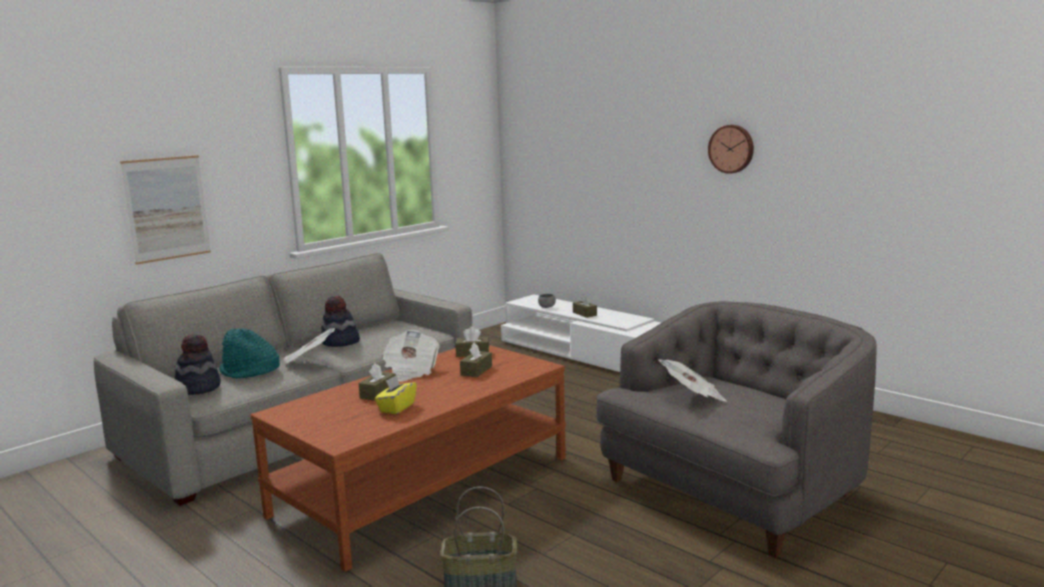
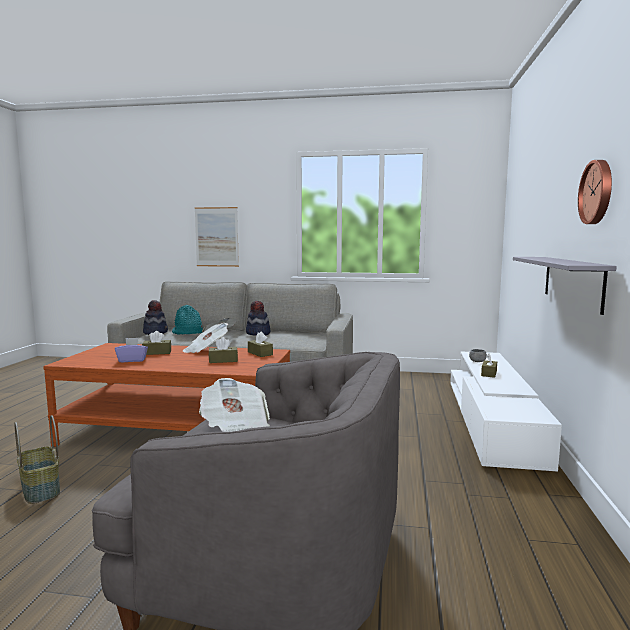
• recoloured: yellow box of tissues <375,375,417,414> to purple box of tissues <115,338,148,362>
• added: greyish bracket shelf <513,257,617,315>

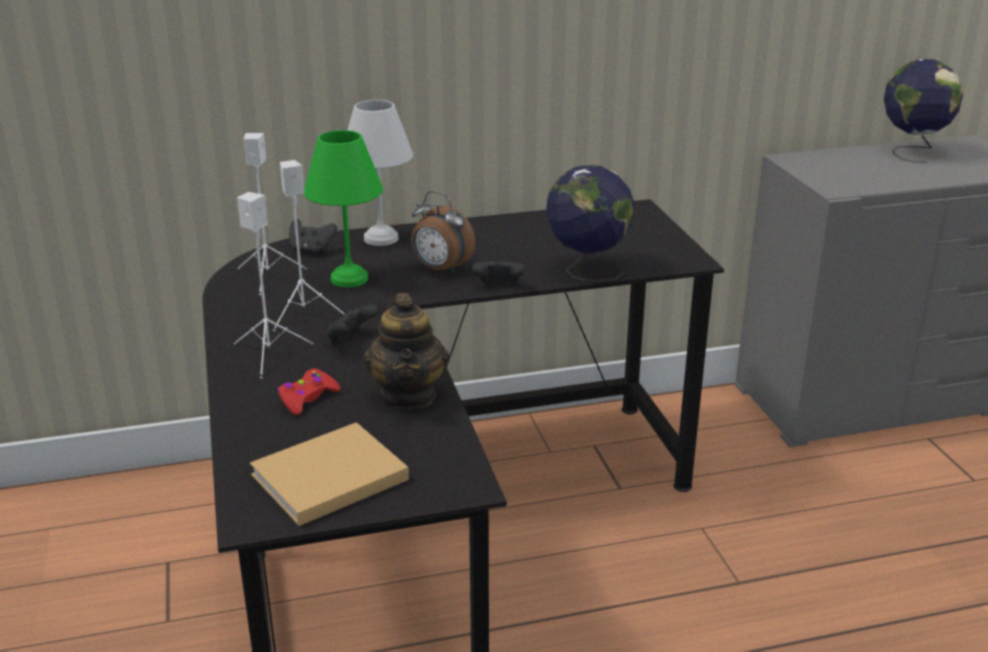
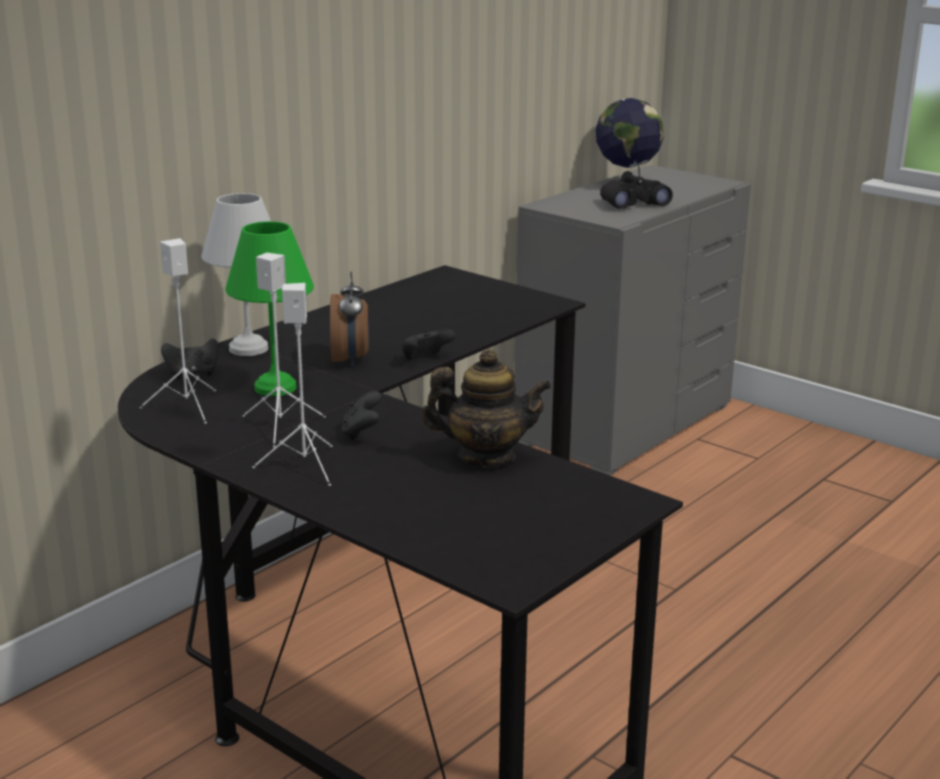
• removed: world globe <546,165,635,282>
• turned: alarm clock <411,191,475,274> = <330,271,369,366> 90 degrees counterclockwise
• turned: tea pot <363,293,449,409> = <422,349,552,467> 45 degrees counterclockwise
• removed: reddish game controller <278,369,341,415>
• removed: beige-coloured book <250,422,409,526>
• added: blackish pair of binoculars <600,171,673,209>

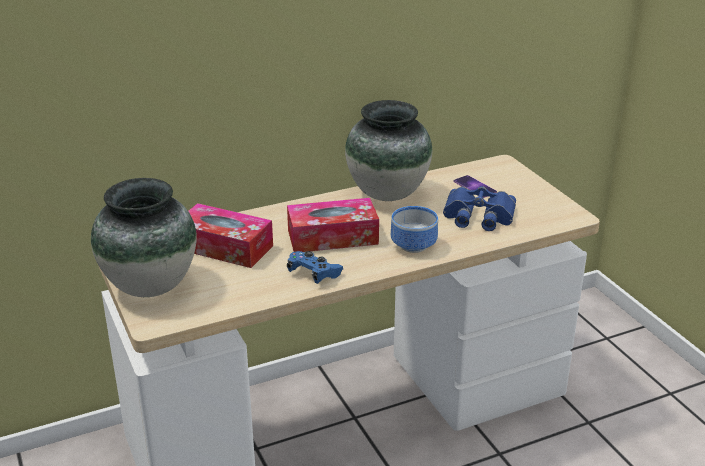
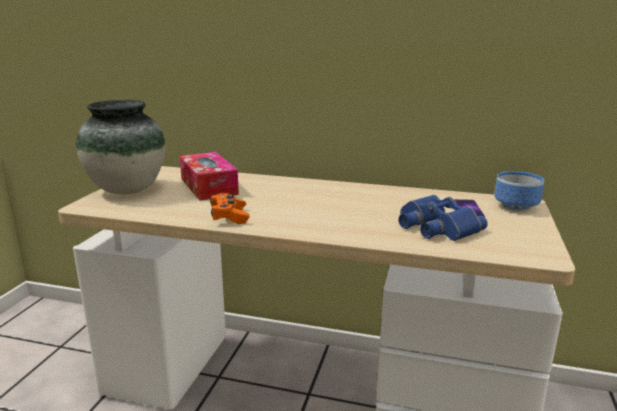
• removed: vase <345,100,432,201>
• removed: box of tissues <287,198,379,252>
• moved: deep dish <391,206,438,253> to <494,171,544,212>
• recoloured: blue game controller <287,251,343,284> to orange game controller <210,193,249,224>

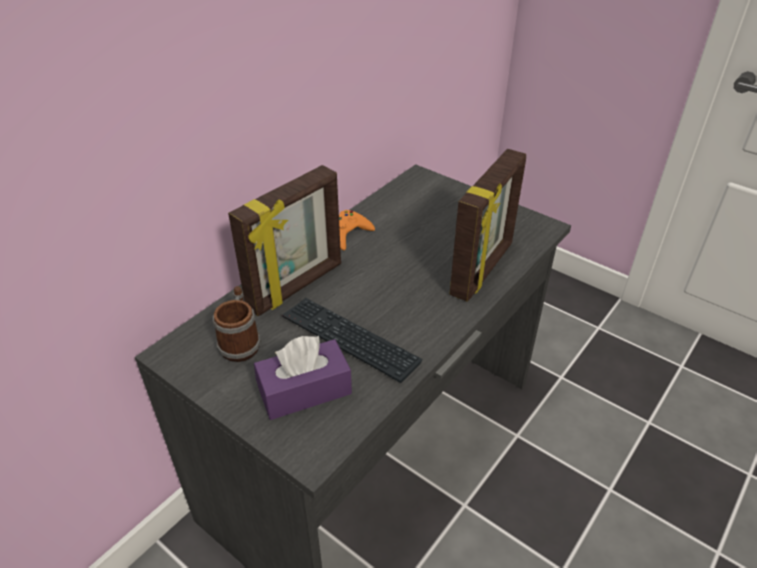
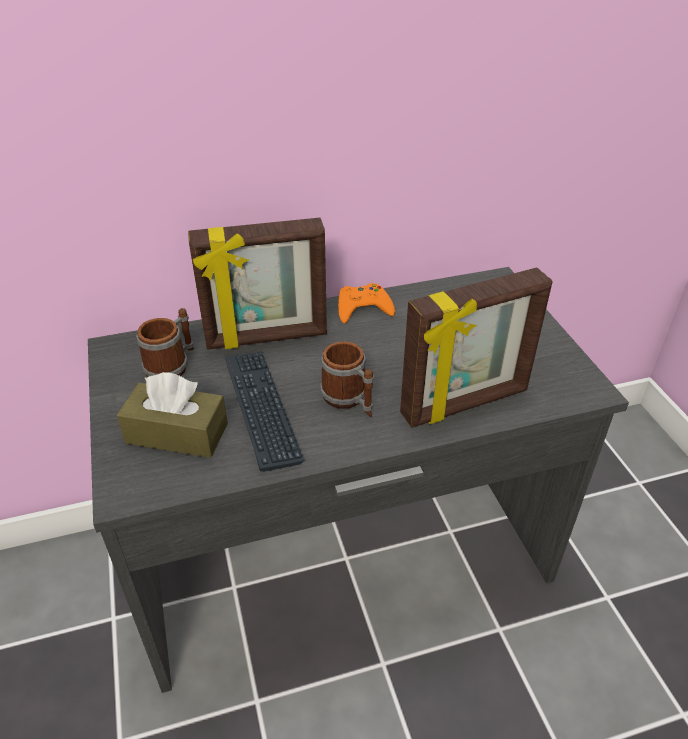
• recoloured: purple box of tissues <254,336,352,420> to brown-coloured box of tissues <117,372,228,458>
• added: mug <320,341,374,417>

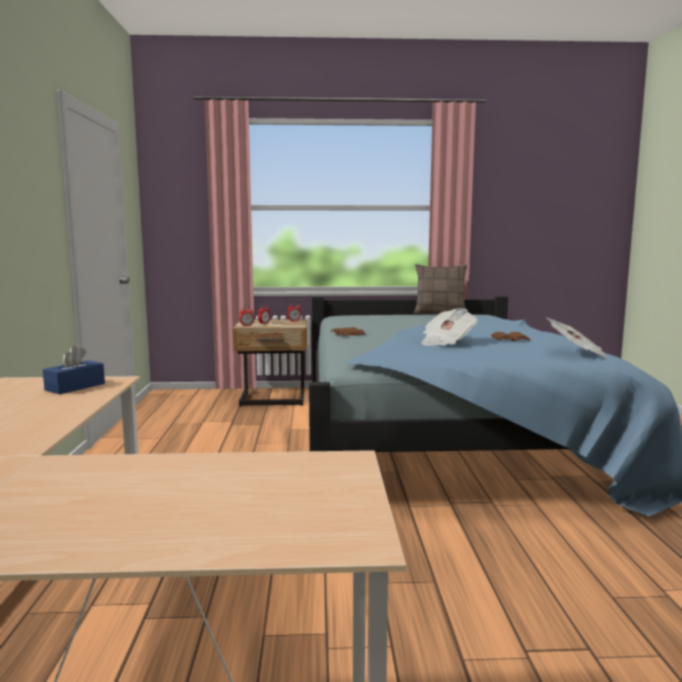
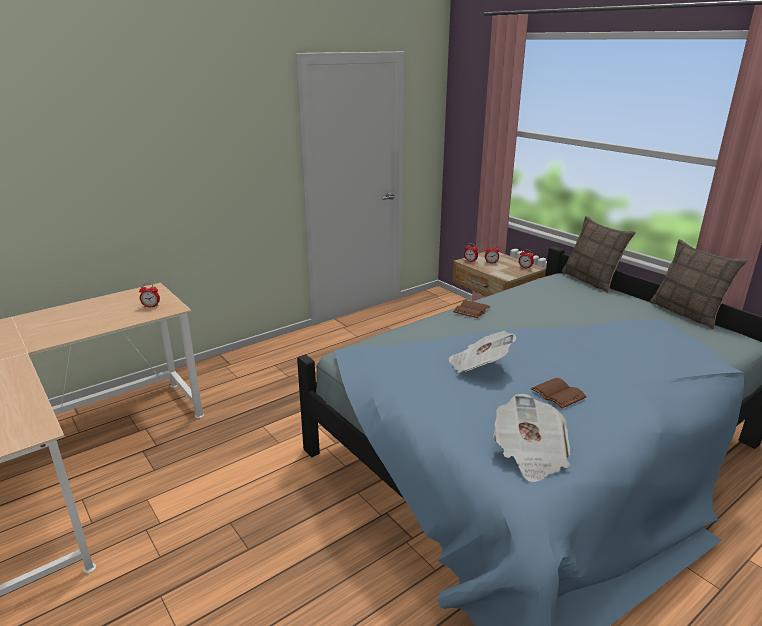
• replaced: blue box of tissues <43,345,105,394> to alarm clock <139,283,160,307>
• added: pillow <562,216,636,293>

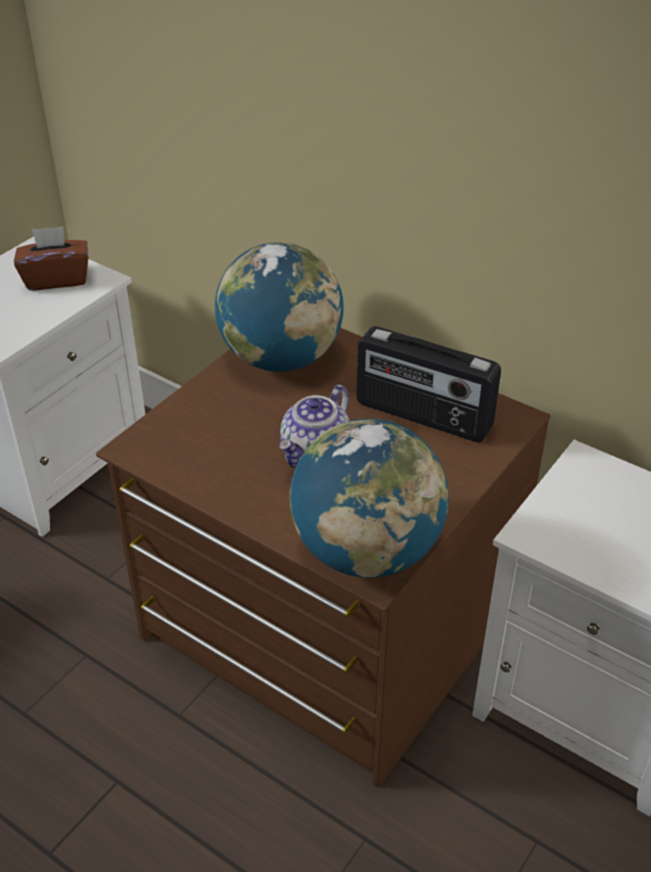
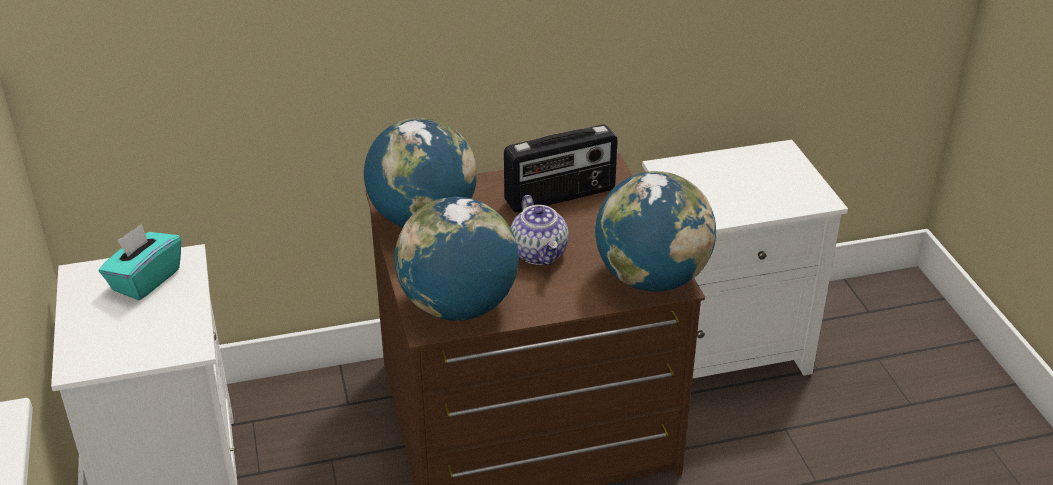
• recoloured: brown-coloured box of tissues <14,226,88,291> to turquoise-coloured box of tissues <99,224,181,300>
• added: world globe <395,197,519,321>

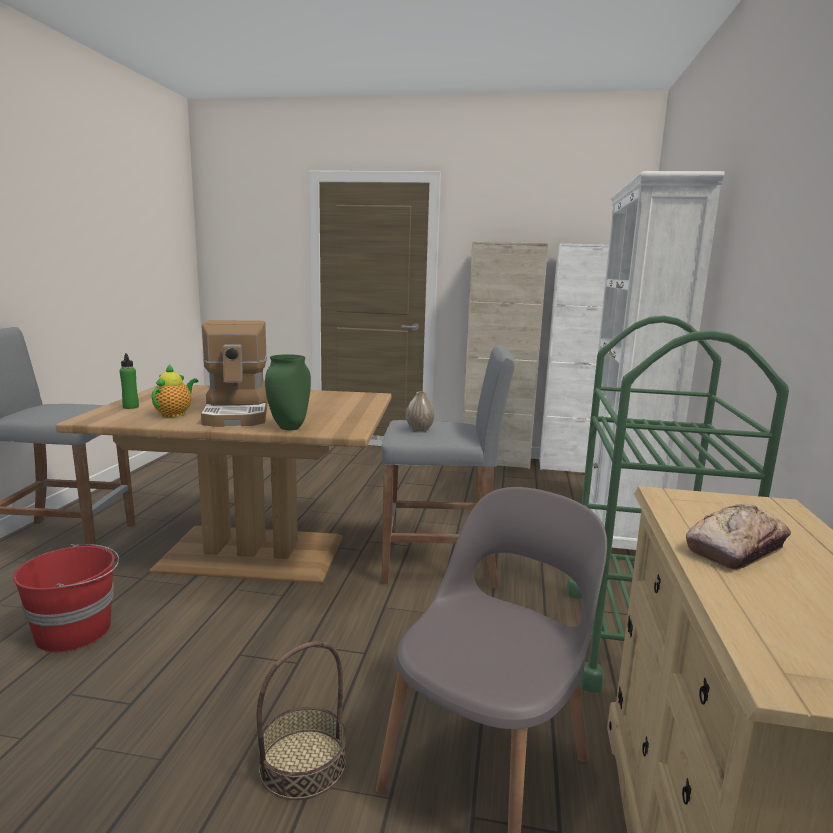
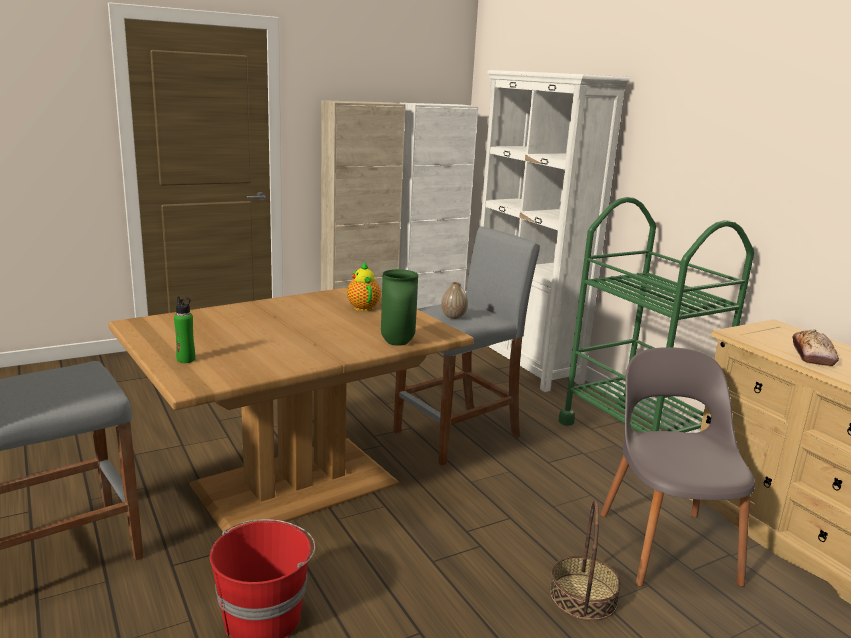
• removed: coffee maker <201,320,268,427>
• moved: tea pot <152,364,198,417> to <347,261,381,311>

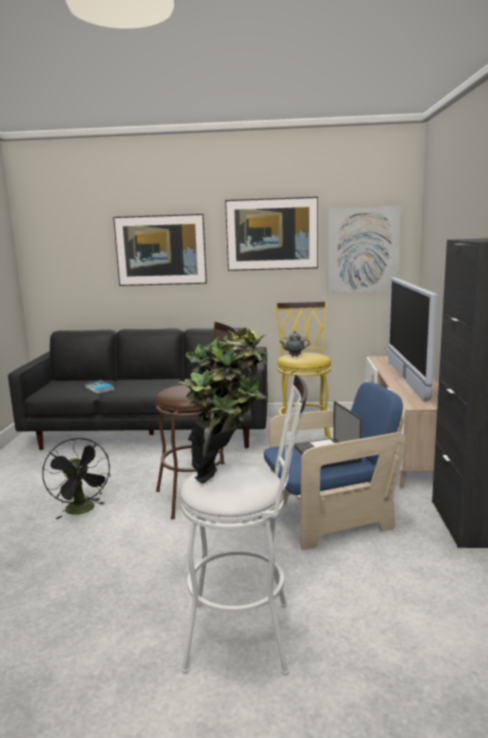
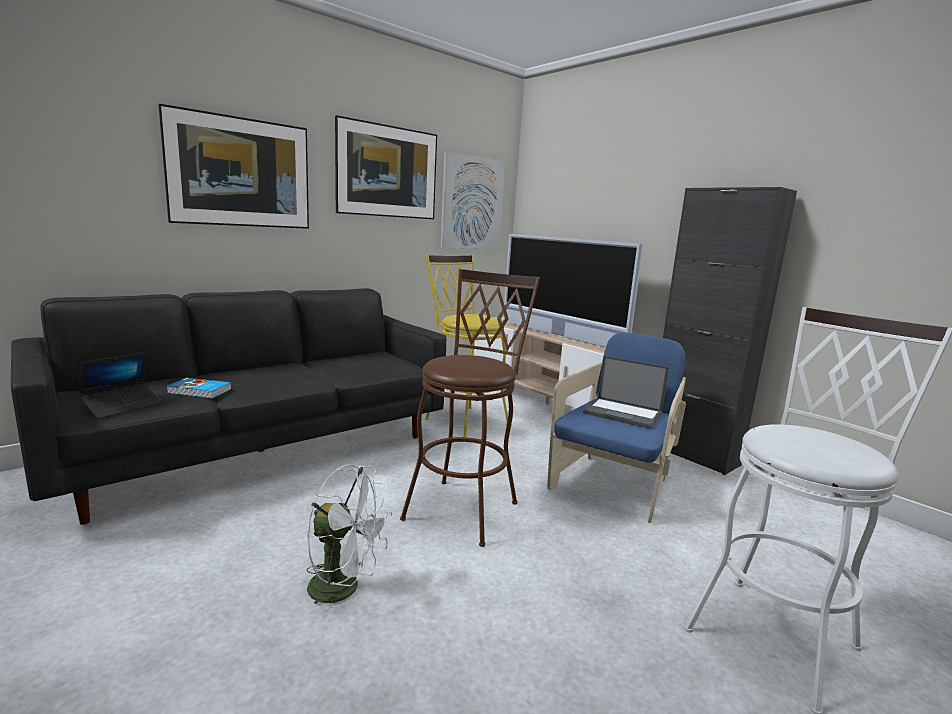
• removed: potted plant <178,327,268,484>
• removed: tea pot <279,331,310,357>
• recoloured: blackish electric fan <42,438,111,519> to white electric fan <307,464,392,620>
• added: portable computer <79,352,163,419>

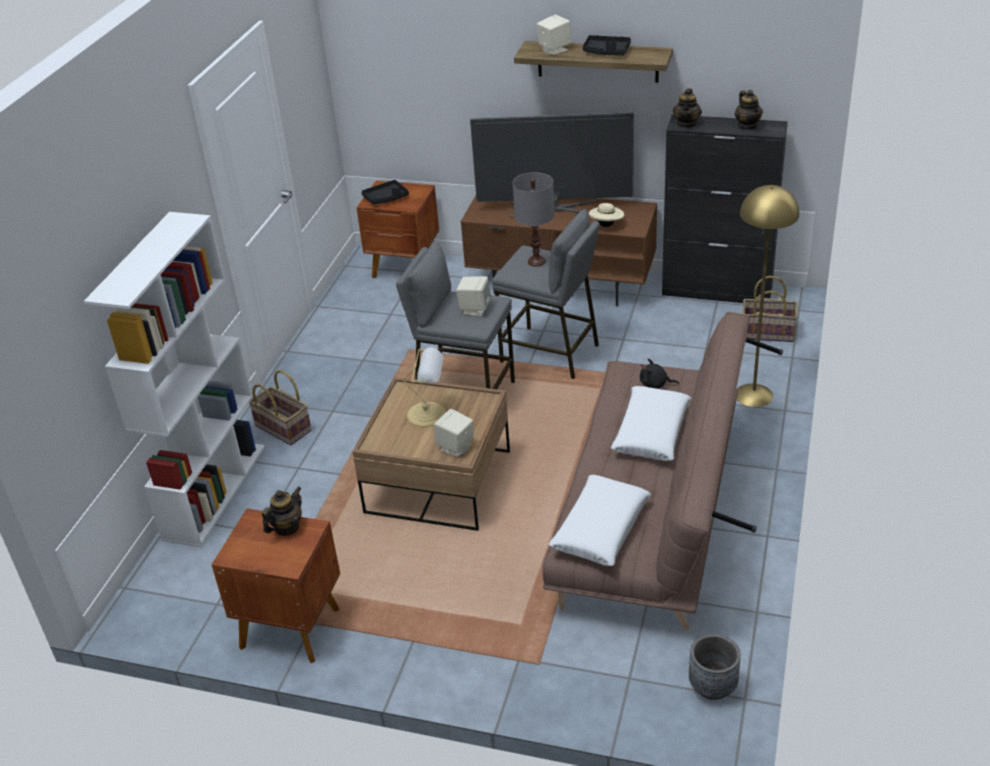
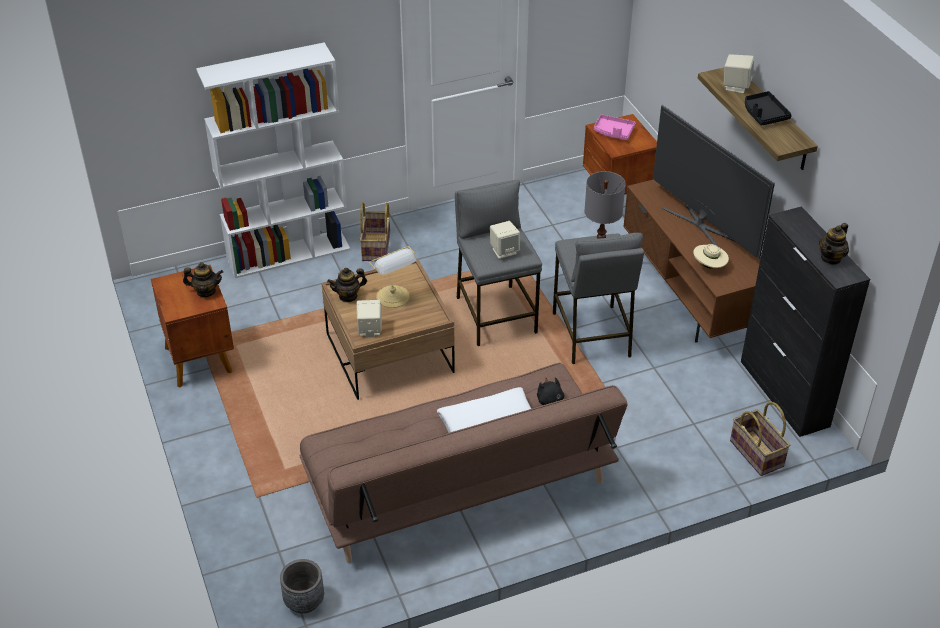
• moved: tea pot <673,88,702,128> to <327,268,367,302>
• recoloured: blackish tray <361,180,409,204> to pink-coloured tray <594,114,635,140>
• removed: yellow floor lamp <736,185,799,407>
• removed: white pillow <549,475,651,566>

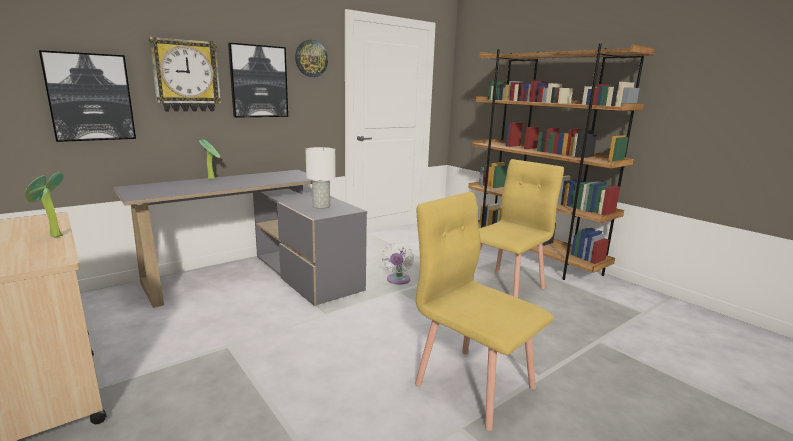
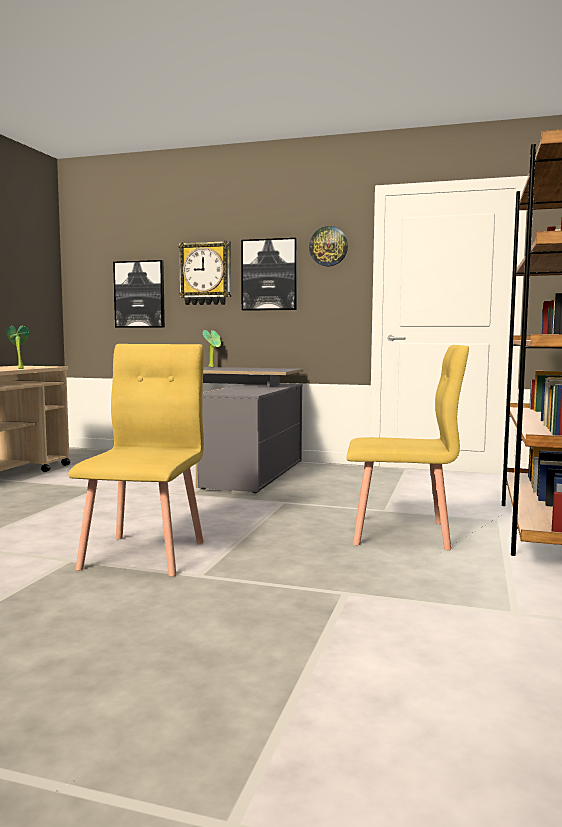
• removed: white lamp for a table <305,147,336,209>
• removed: white electric fan <381,242,414,285>

